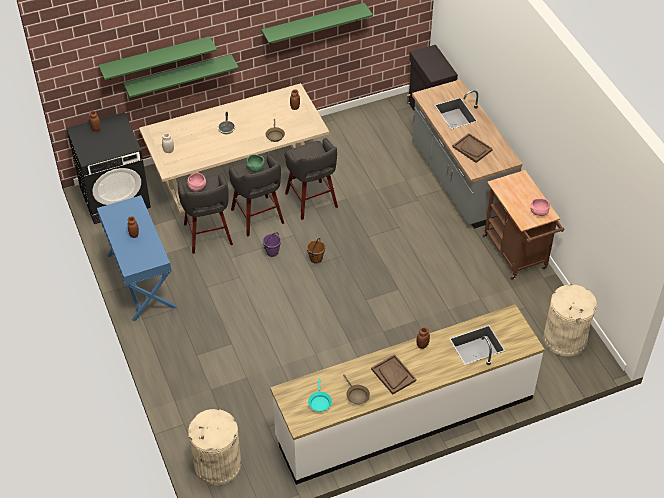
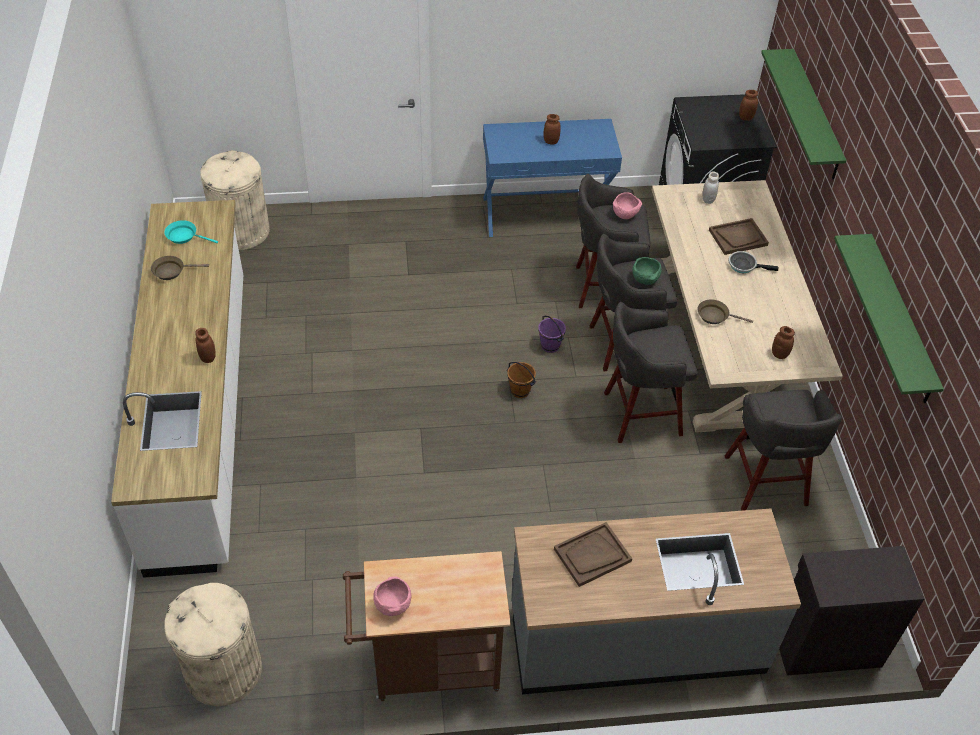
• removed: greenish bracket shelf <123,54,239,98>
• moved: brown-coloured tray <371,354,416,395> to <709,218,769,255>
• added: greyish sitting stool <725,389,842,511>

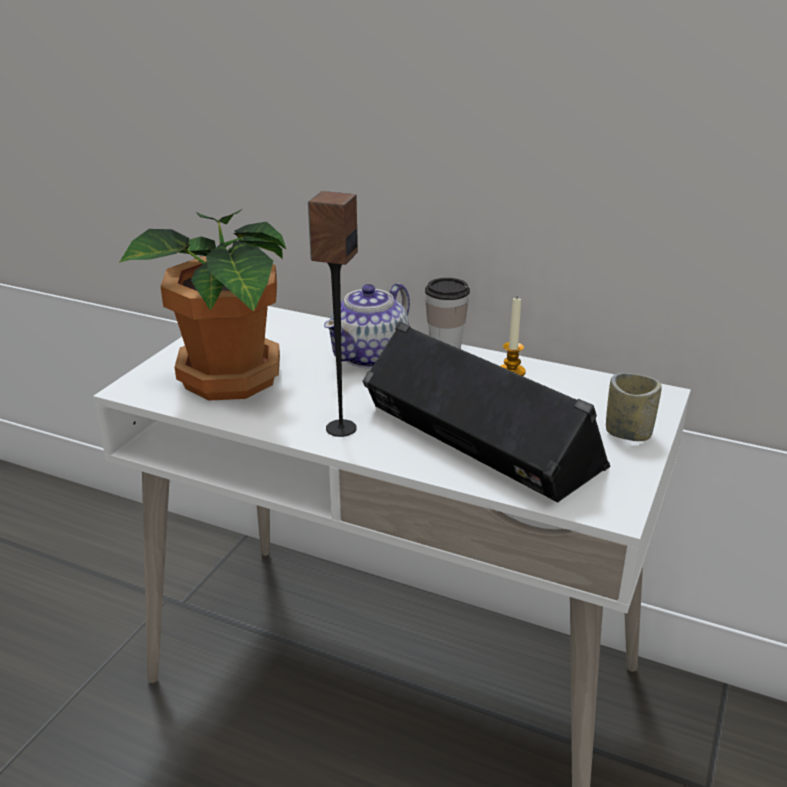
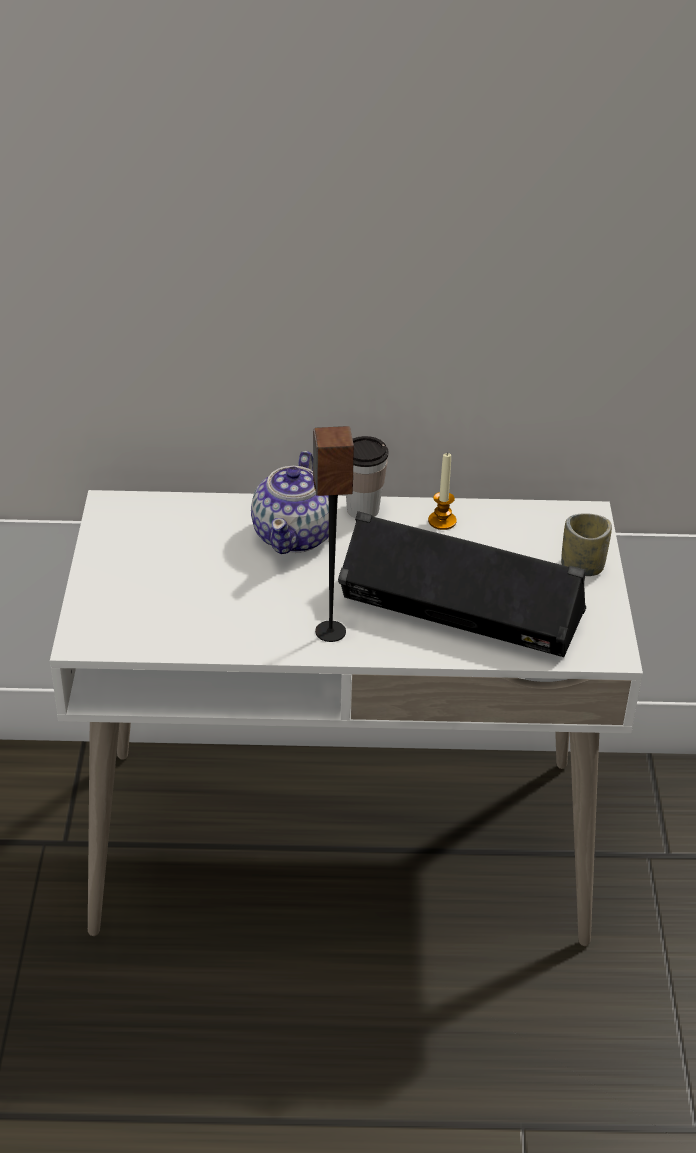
• removed: potted plant <119,209,287,400>

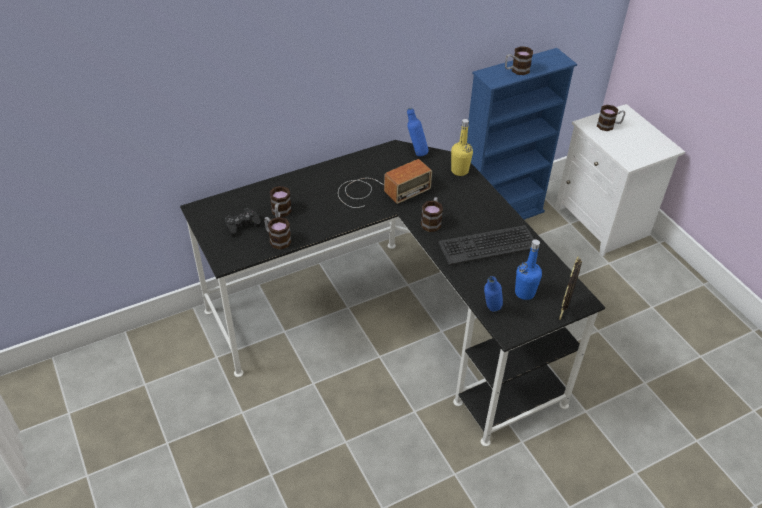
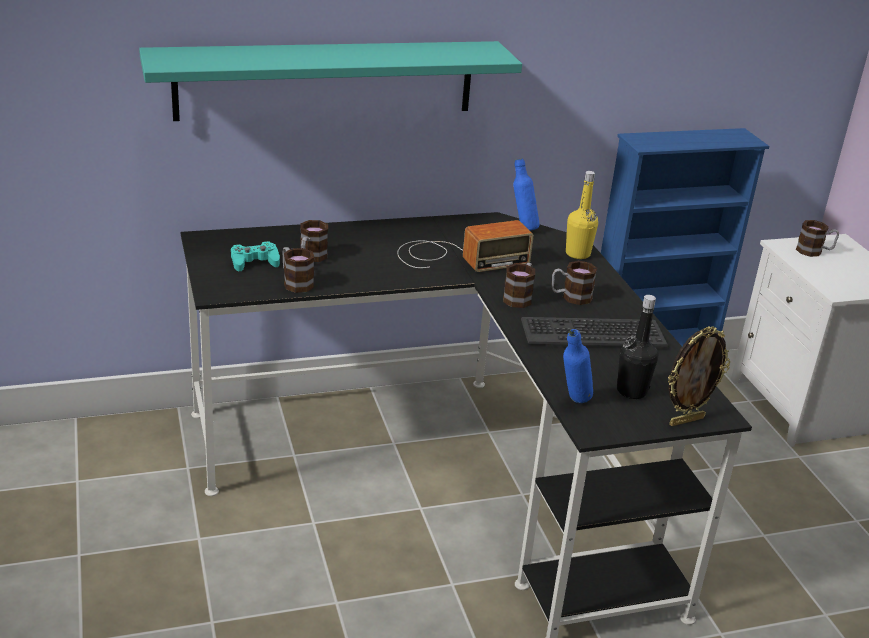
• moved: mug <505,46,533,75> to <551,261,597,305>
• recoloured: blackish game controller <225,208,261,237> to turquoise-coloured game controller <231,241,280,272>
• recoloured: blue drink bottle <515,239,542,300> to blackish drink bottle <617,295,658,399>
• turned: photo frame <559,256,582,320> = <668,326,730,426> 150 degrees counterclockwise
• added: turquoise-coloured bracket shelf <139,41,522,121>

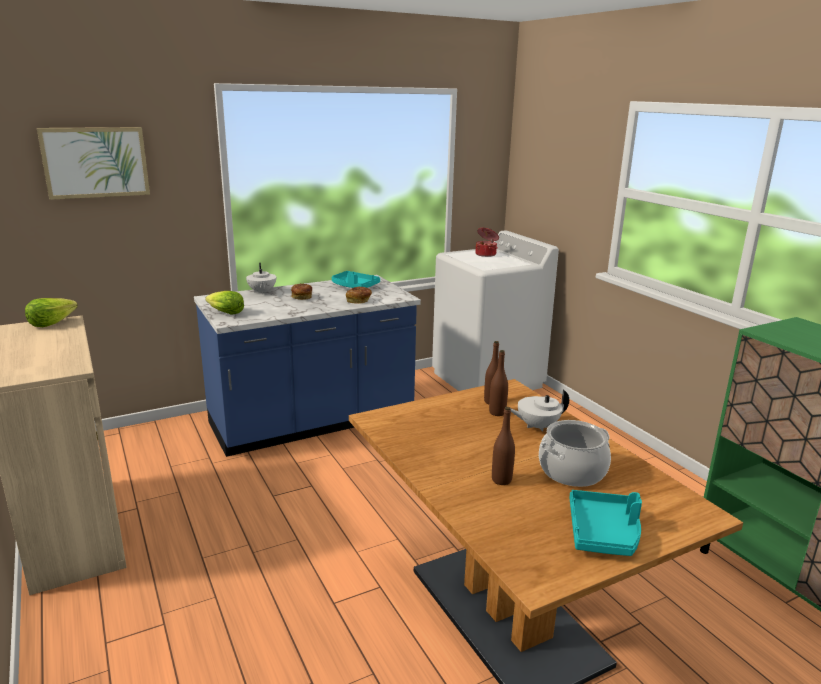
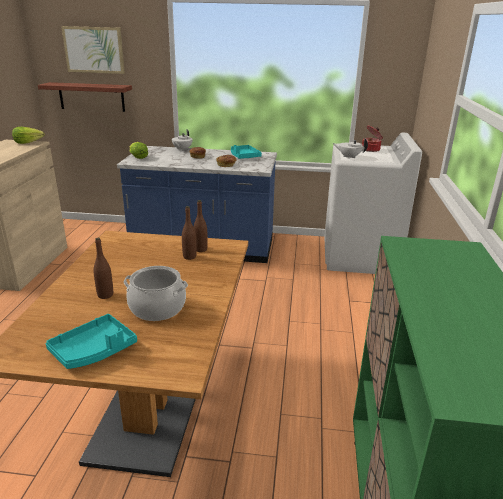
• moved: white tea pot <510,389,569,432> to <333,138,368,159>
• added: bracket shelf <38,82,132,112>

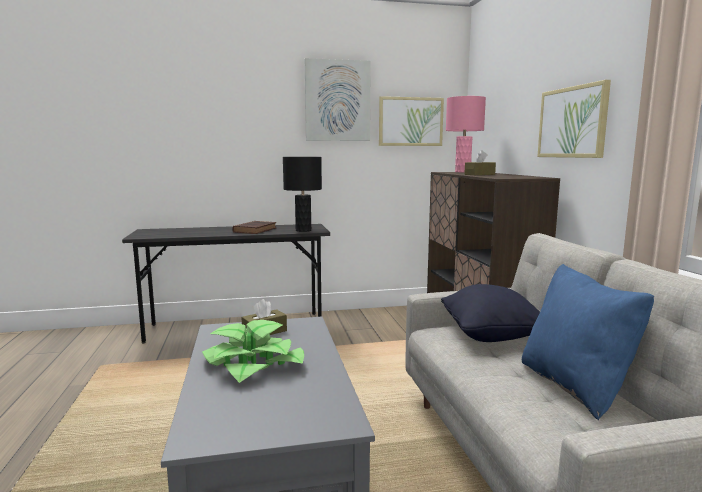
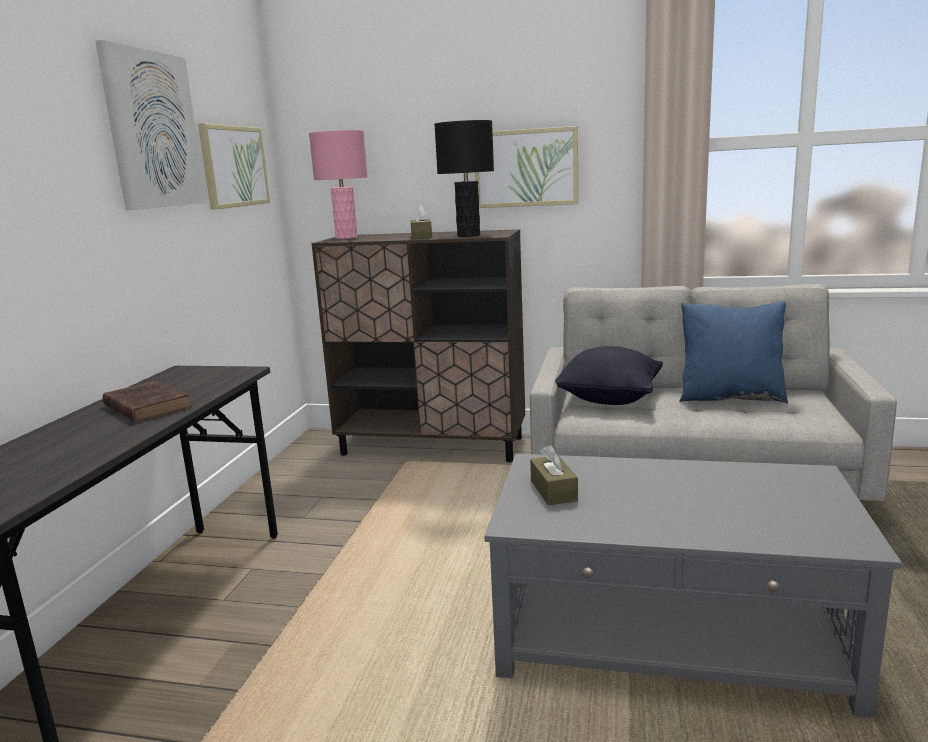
• moved: blackish lamp for a table <283,157,322,232> to <434,120,494,237>
• removed: potted plant <202,320,304,383>

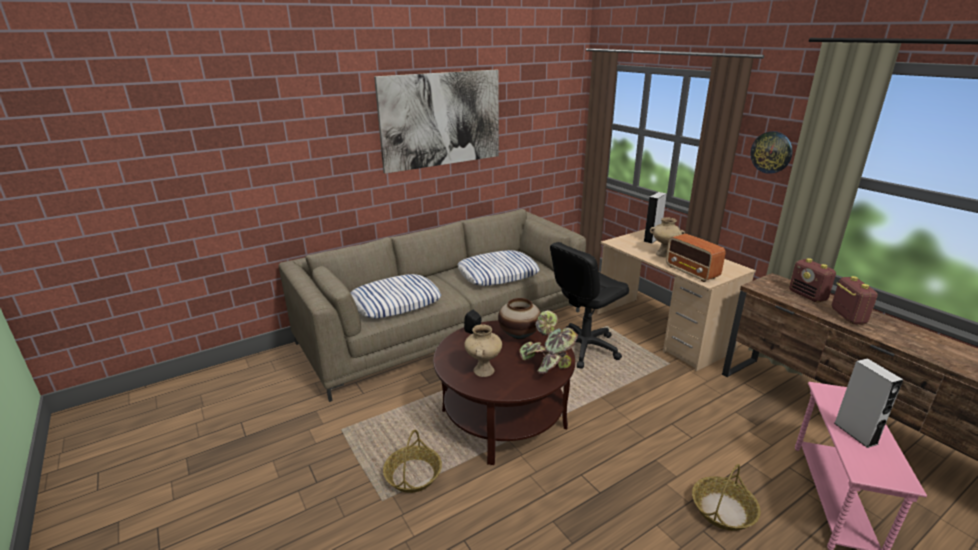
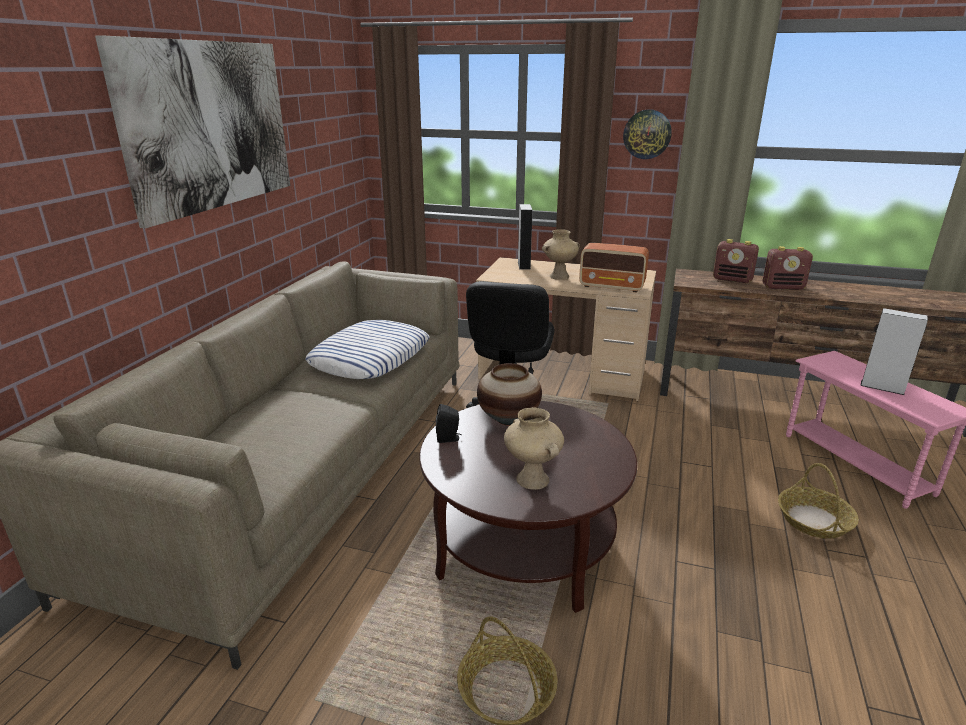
• removed: pillow <351,274,441,319>
• turned: radio set <832,276,878,324> = <763,246,813,290> 135 degrees clockwise
• removed: potted plant <519,310,578,374>

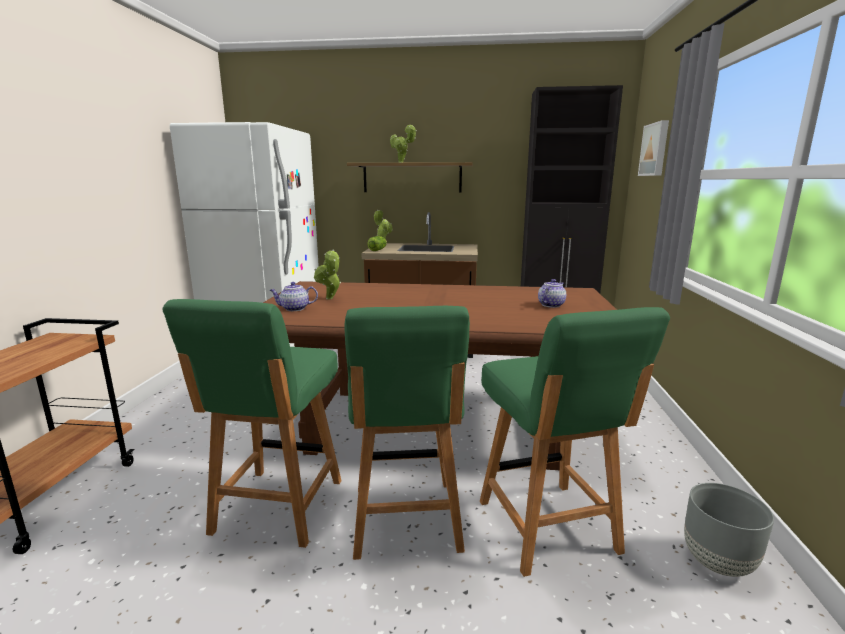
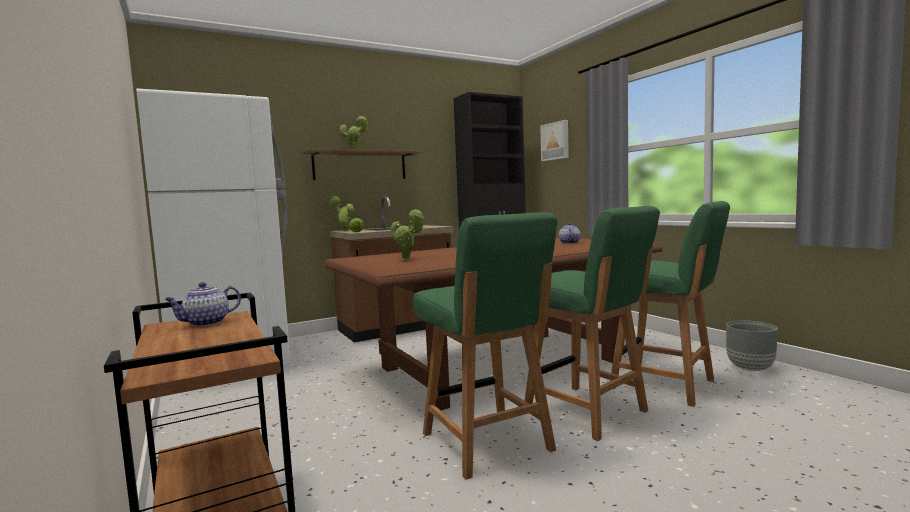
• moved: tea pot <270,282,318,311> to <164,282,241,326>

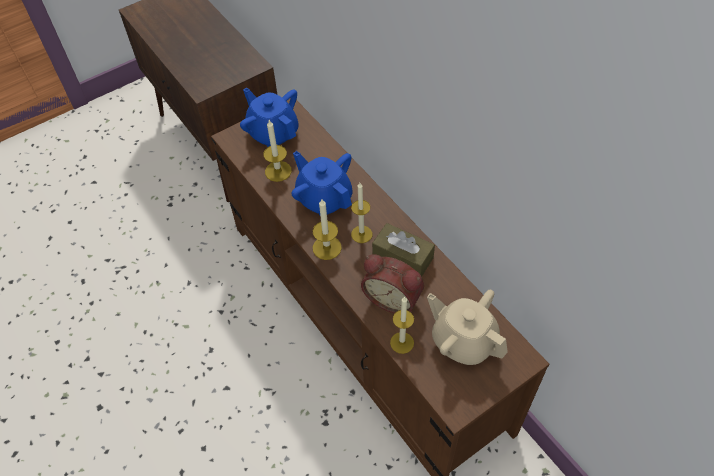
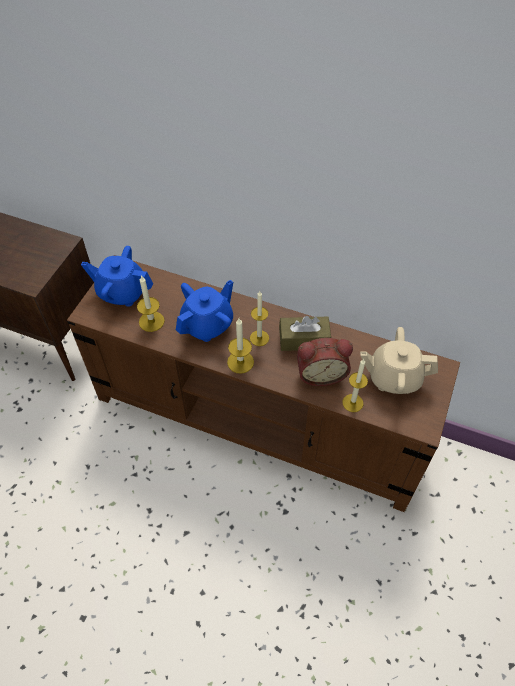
• turned: blue tea pot <291,151,353,215> = <176,280,233,342> 120 degrees clockwise

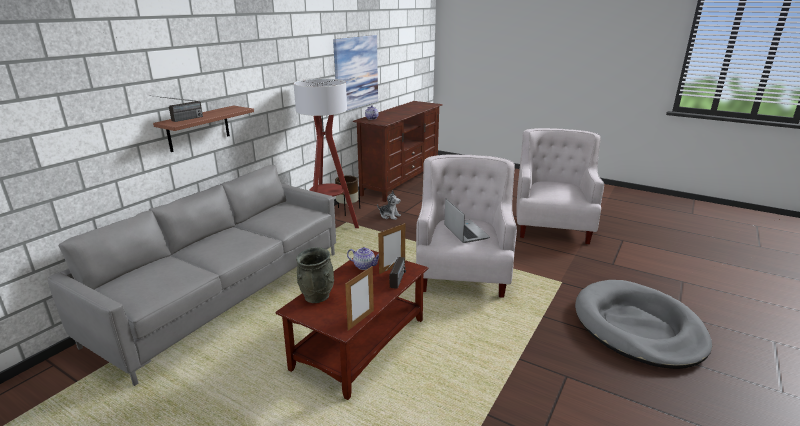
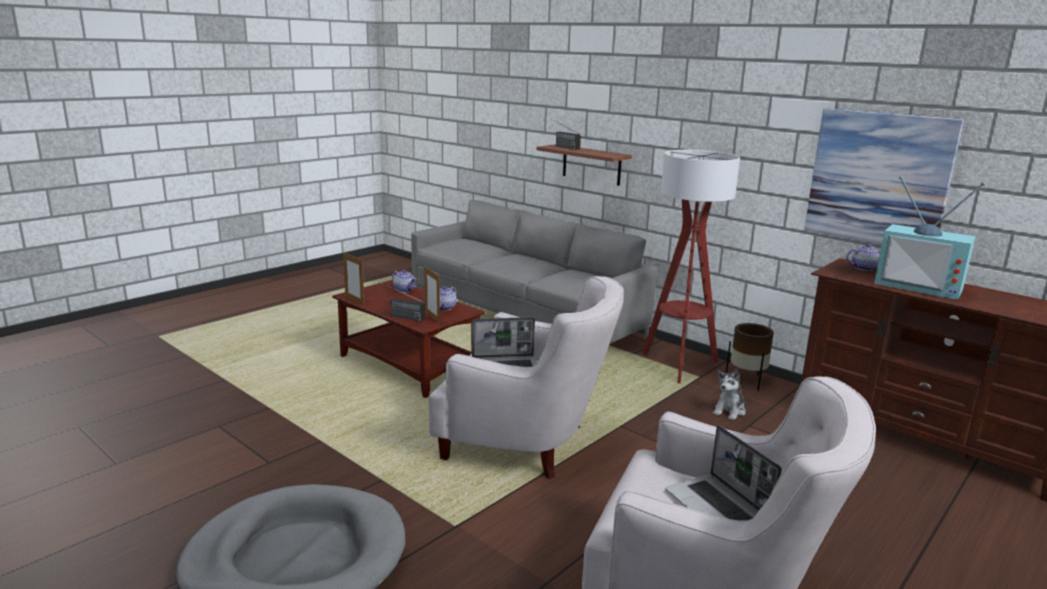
• replaced: greyish vase <296,247,334,303> to tea pot <392,270,416,293>
• added: TV set <874,176,985,300>
• added: portable computer <665,425,782,521>

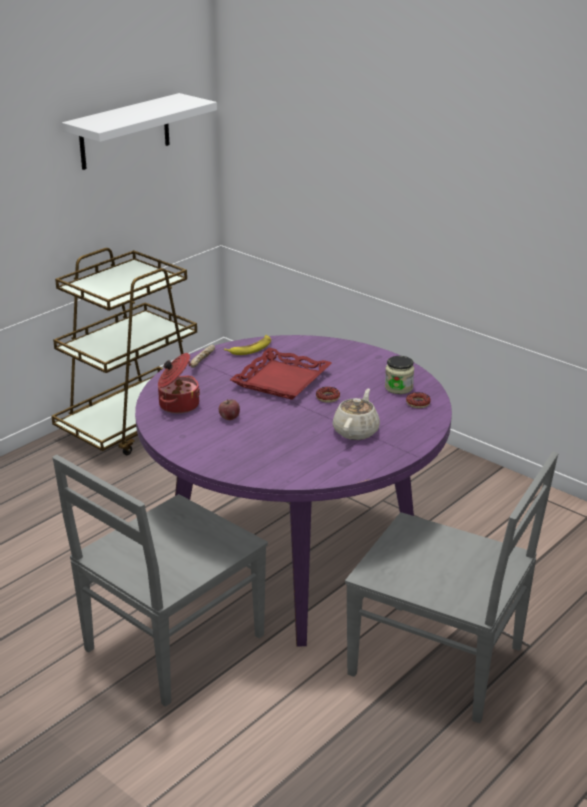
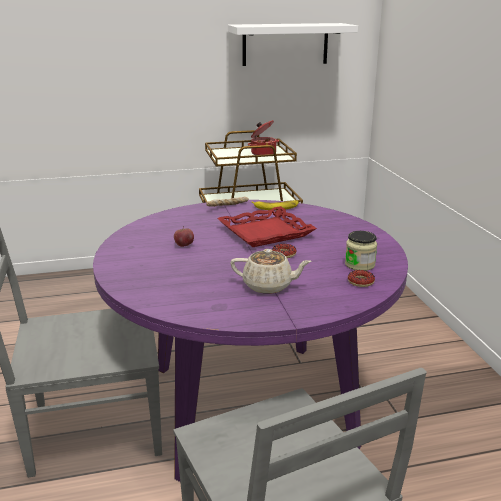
• moved: saucepot <158,353,200,414> to <248,120,279,155>
• turned: beige-coloured tea pot <332,389,380,440> = <230,249,312,294> 45 degrees clockwise

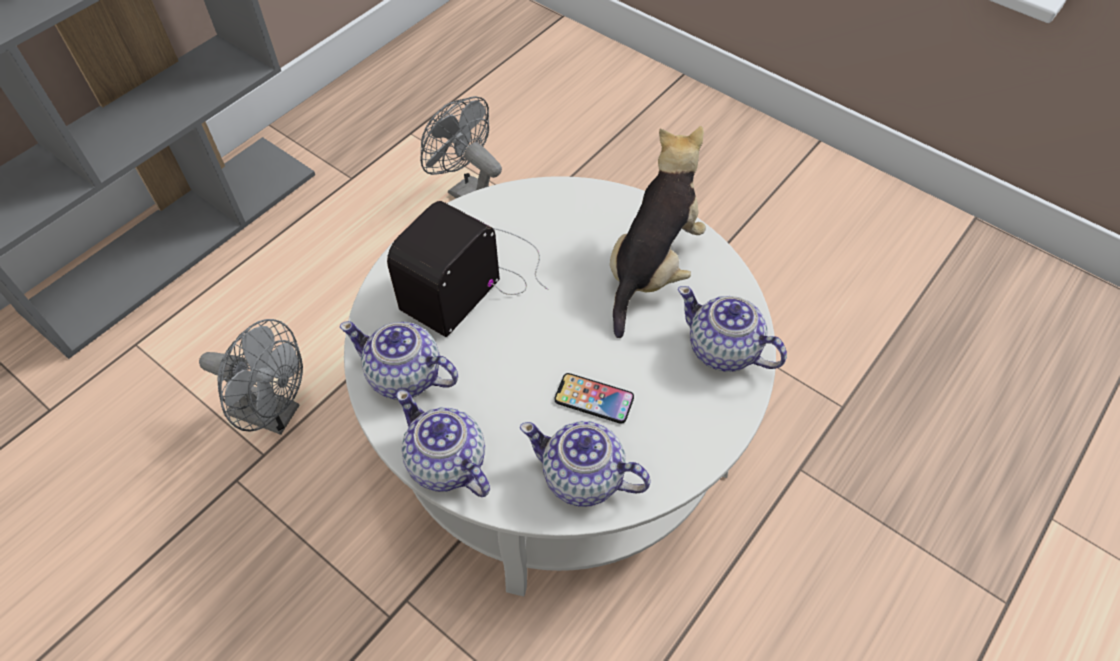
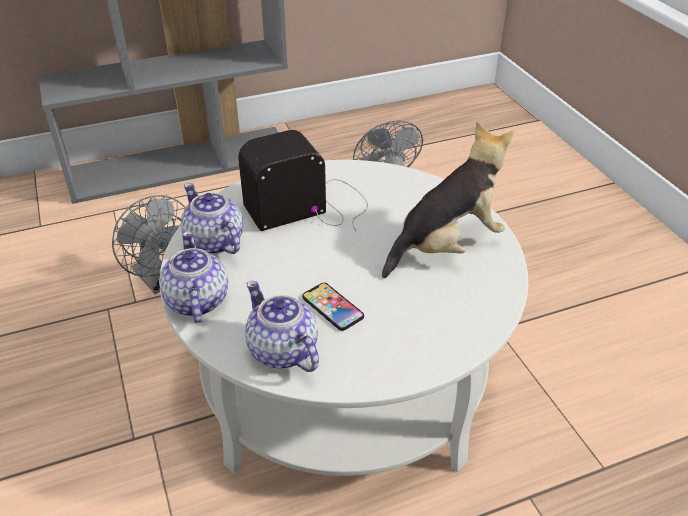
• removed: tea pot <678,286,787,372>

